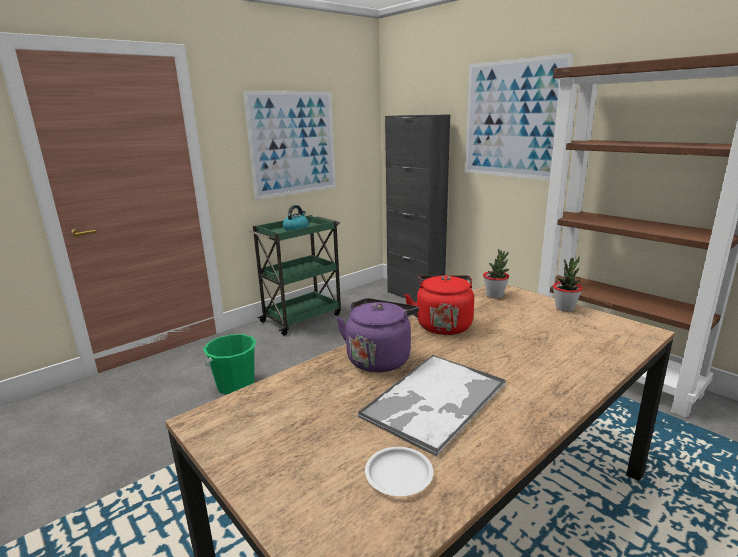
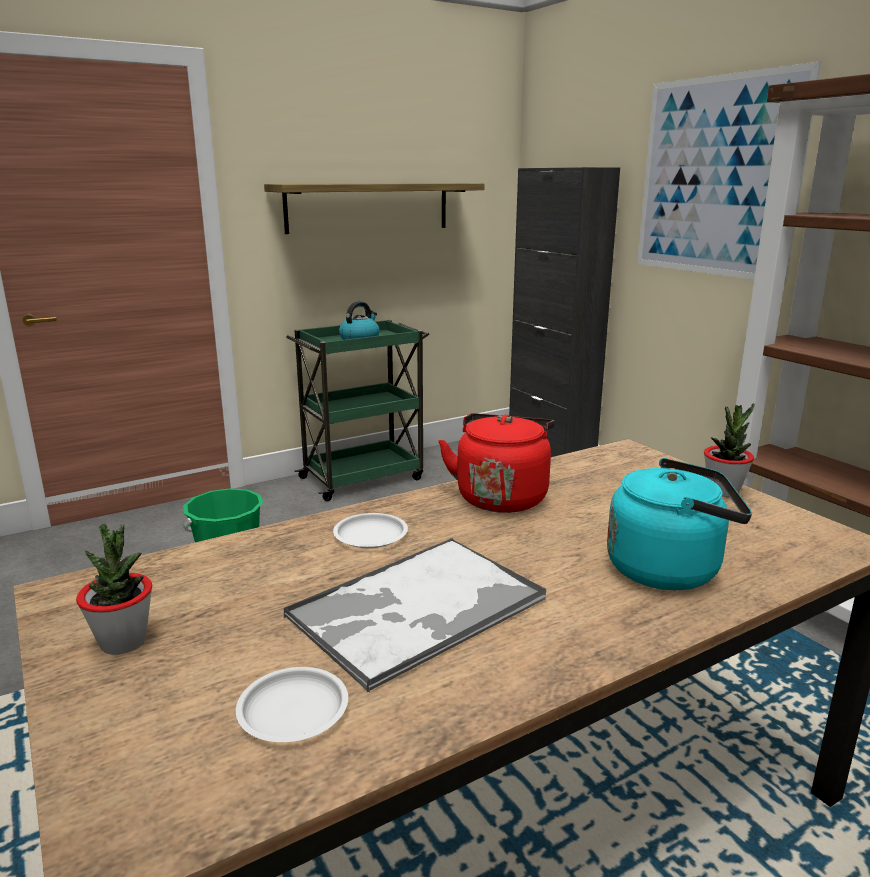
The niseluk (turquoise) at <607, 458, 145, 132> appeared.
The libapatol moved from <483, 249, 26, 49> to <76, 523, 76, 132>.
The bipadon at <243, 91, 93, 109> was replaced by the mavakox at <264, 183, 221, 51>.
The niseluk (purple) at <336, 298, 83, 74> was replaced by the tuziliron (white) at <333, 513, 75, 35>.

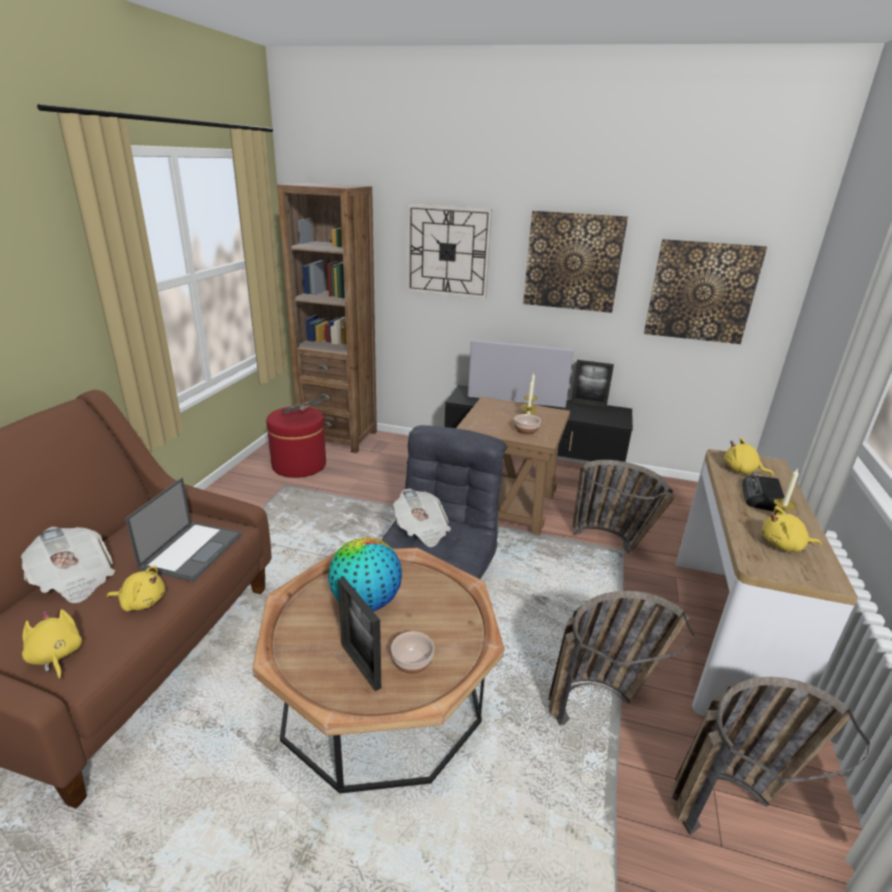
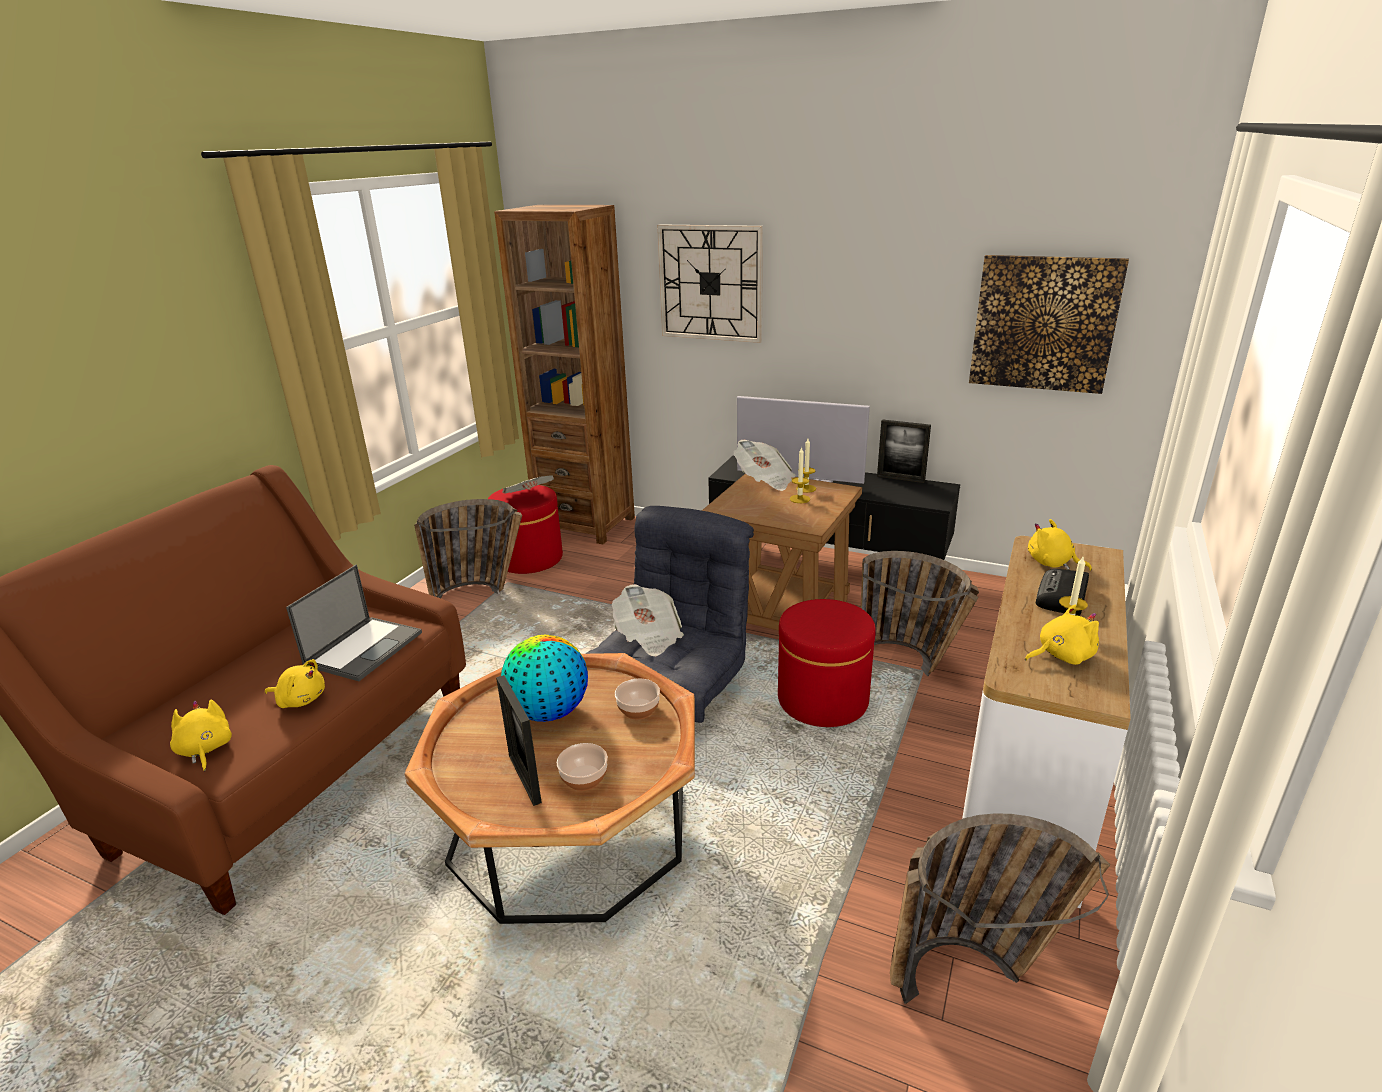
The bipadon at <523, 211, 105, 102> disappeared.
The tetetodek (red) at <778, 599, 98, 128> appeared.
The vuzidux moved from <21, 526, 94, 77> to <734, 440, 62, 51>.
The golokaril moved from <514, 414, 27, 21> to <615, 679, 45, 40>.
The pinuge moved from <548, 591, 147, 134> to <414, 499, 108, 99>.
The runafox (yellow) at <762, 506, 59, 46> turned 150 degrees clockwise.

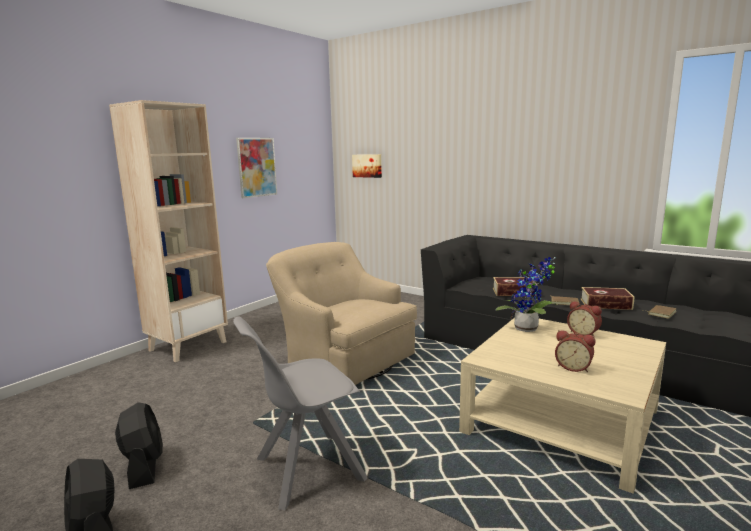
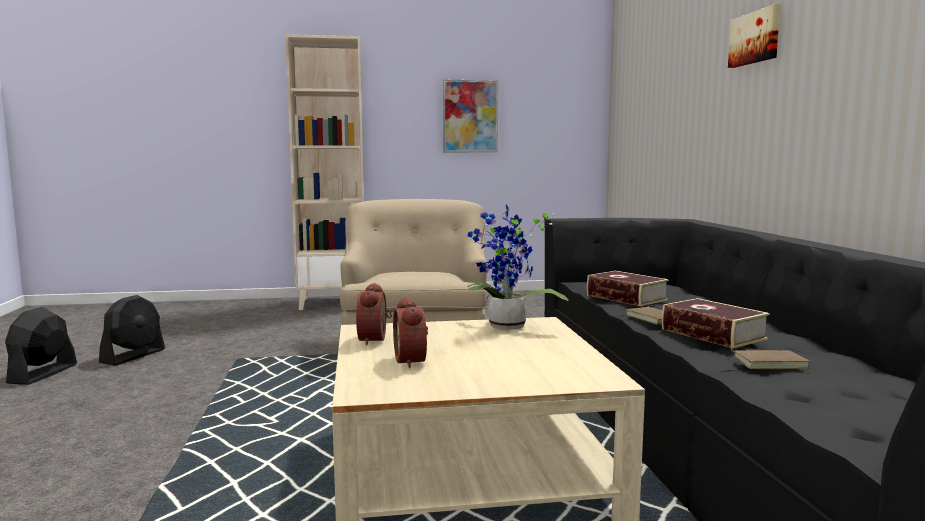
The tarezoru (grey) at <233, 317, 135, 193> disappeared.
The bipadon moved from <352, 154, 30, 24> to <728, 4, 52, 64>.
The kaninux moved from <567, 301, 35, 35> to <356, 283, 36, 62>.

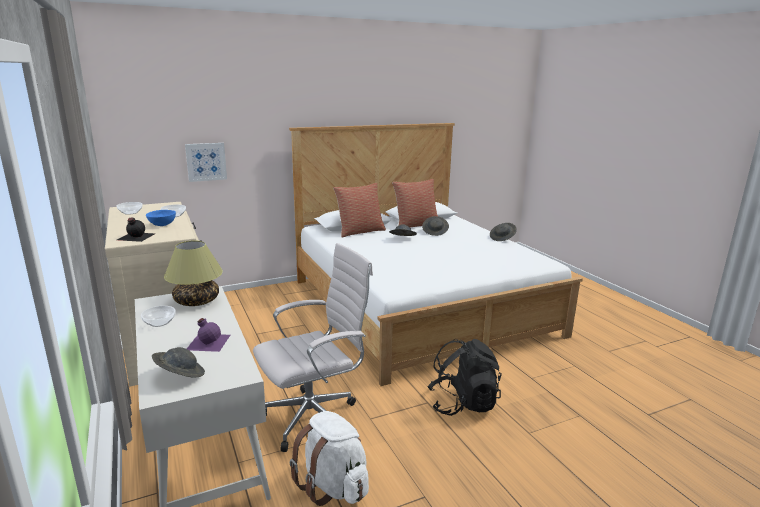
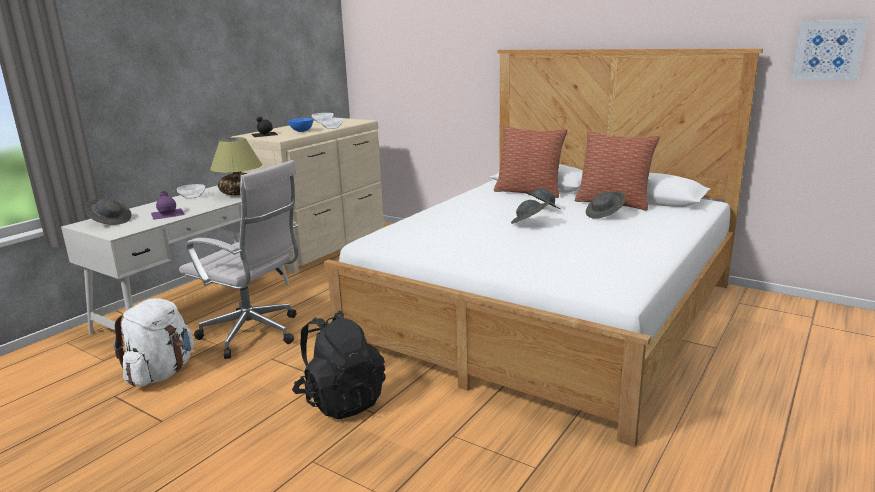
The bipadon moved from <185, 143, 42, 39> to <791, 20, 77, 61>.
The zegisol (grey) moved from <490, 223, 27, 18> to <511, 200, 39, 24>.

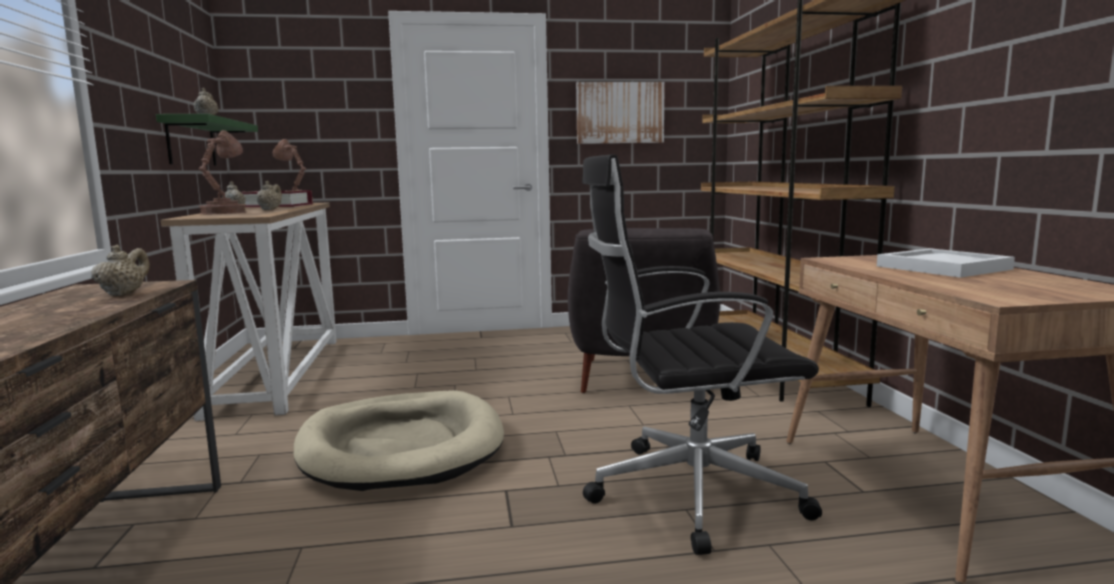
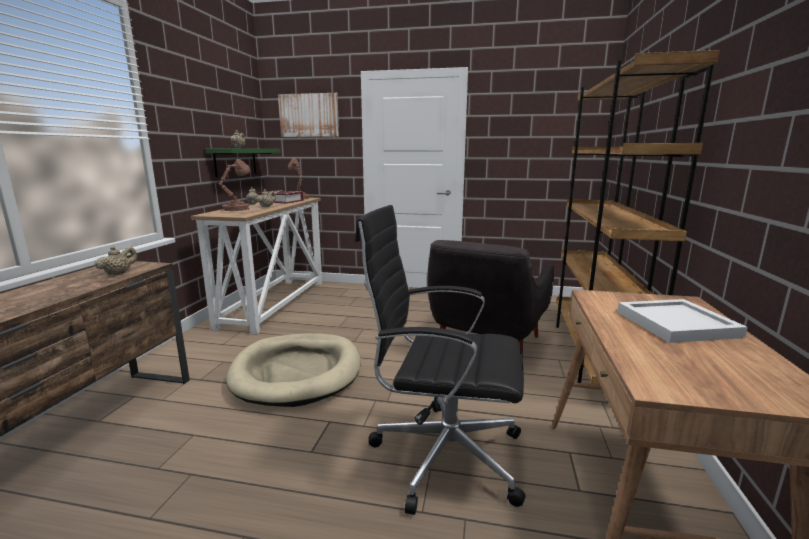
The bipadon moved from <576, 82, 89, 62> to <278, 93, 61, 44>.

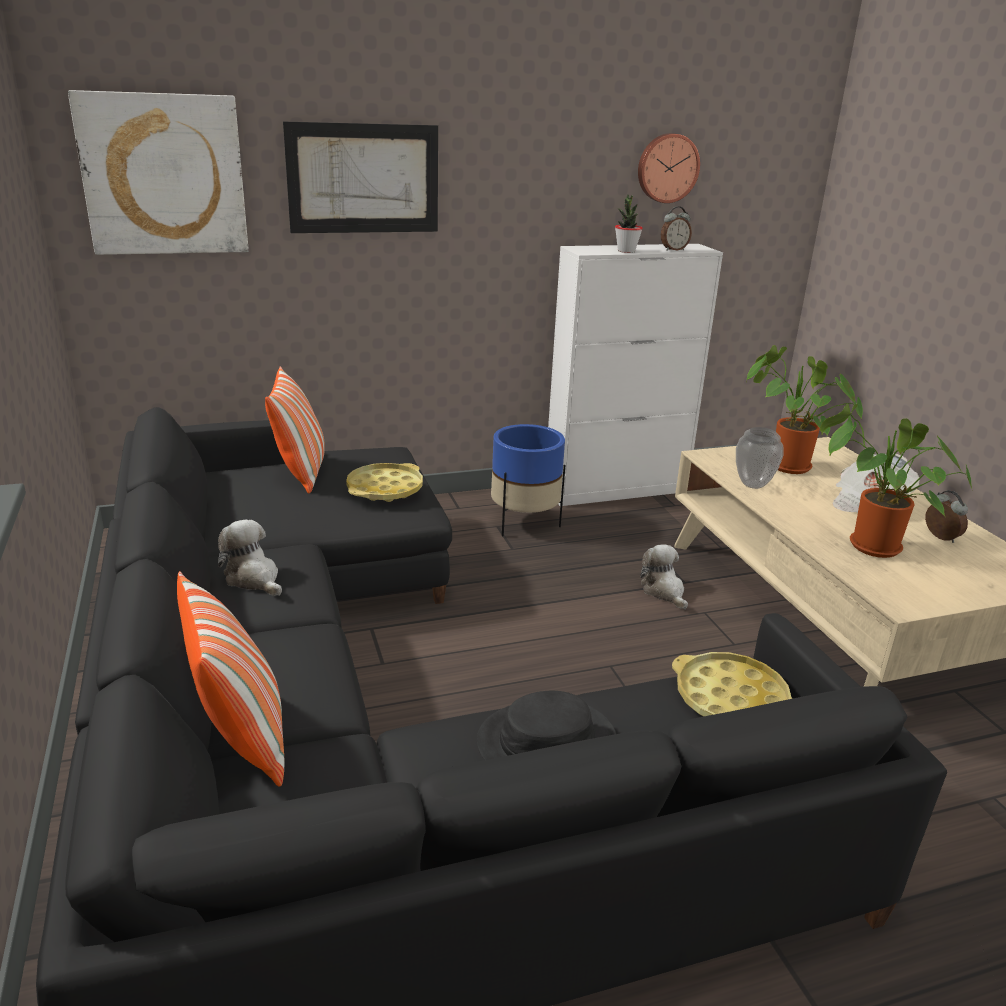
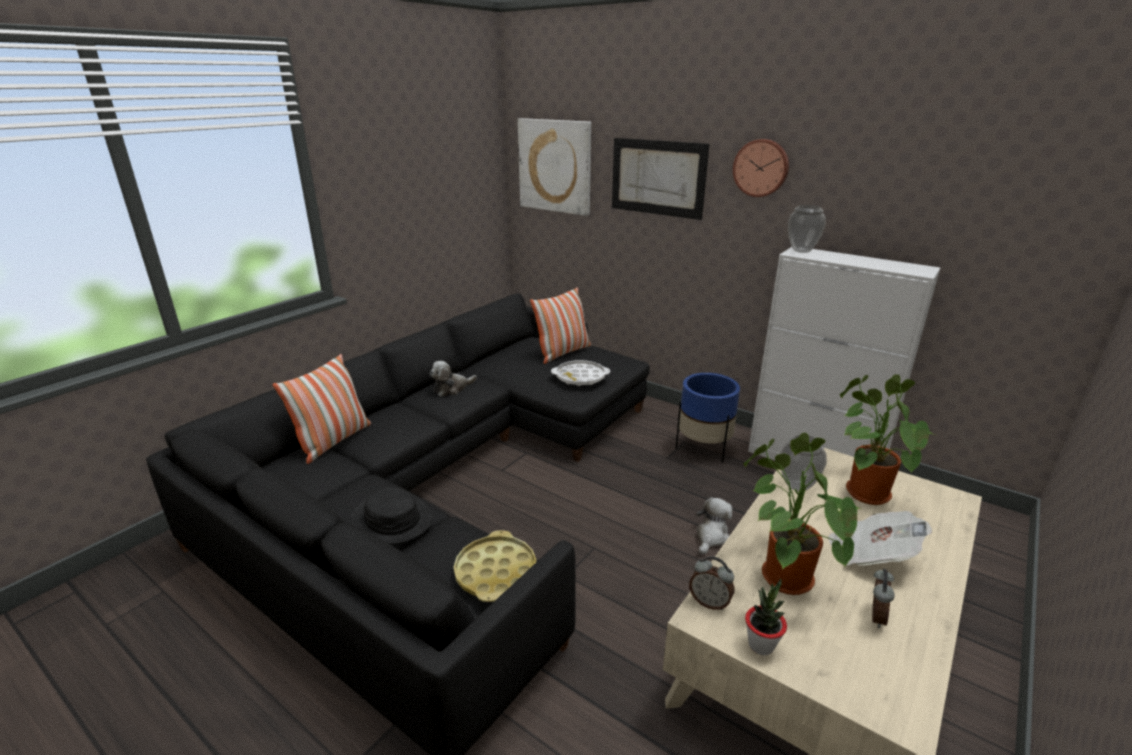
The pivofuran at <788, 205, 38, 48> appeared.
The libapatol moved from <615, 194, 28, 59> to <745, 579, 42, 76>.
The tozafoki moved from <638, 133, 62, 70> to <733, 139, 56, 58>.
The kaninux moved from <661, 206, 31, 45> to <689, 556, 45, 54>.
The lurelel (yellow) at <346, 463, 77, 39> became the lurelel (white) at <551, 360, 59, 26>.
The runafox at <218, 520, 64, 76> turned 135 degrees counterclockwise.

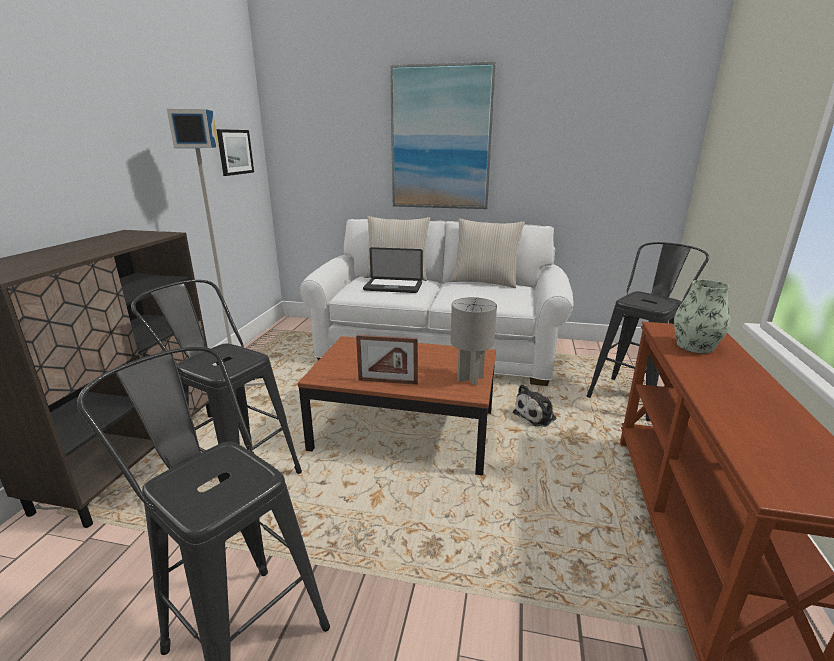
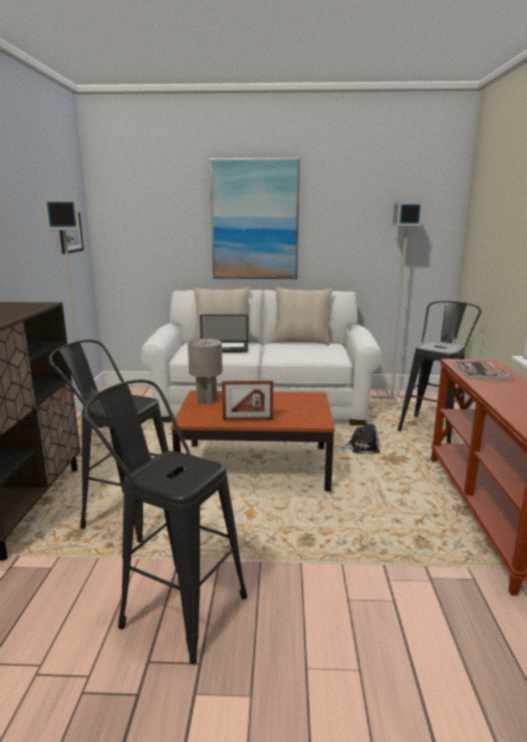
The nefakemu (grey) at <371, 202, 52, 203> appeared.
The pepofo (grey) moved from <451, 297, 46, 88> to <188, 339, 35, 66>.
The pivofuran at <674, 280, 57, 73> was replaced by the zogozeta at <454, 362, 59, 18>.
The runafox at <513, 384, 43, 43> turned 135 degrees counterclockwise.

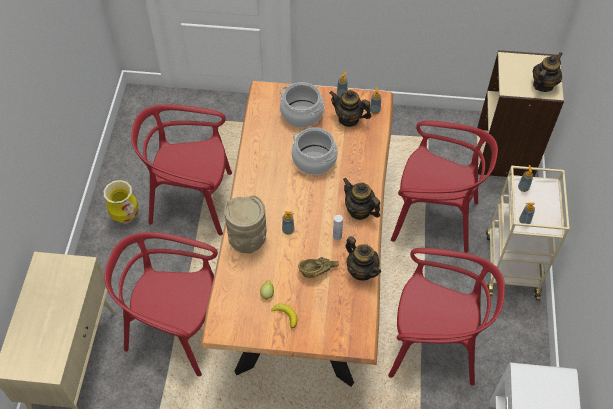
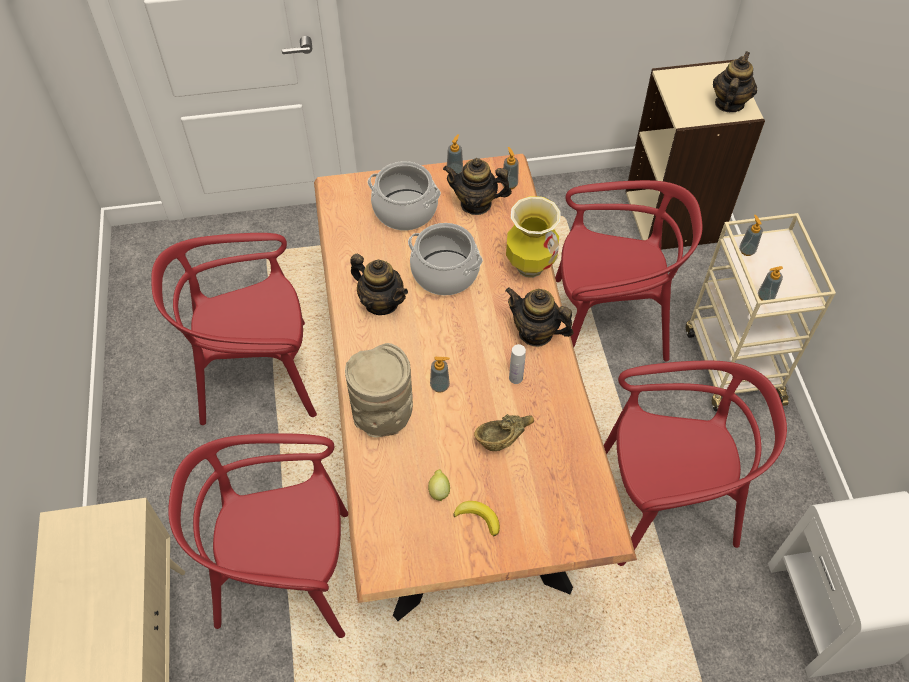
The pivofuran moved from <104, 180, 35, 44> to <506, 196, 55, 82>.
The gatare moved from <346, 236, 35, 45> to <350, 254, 58, 61>.

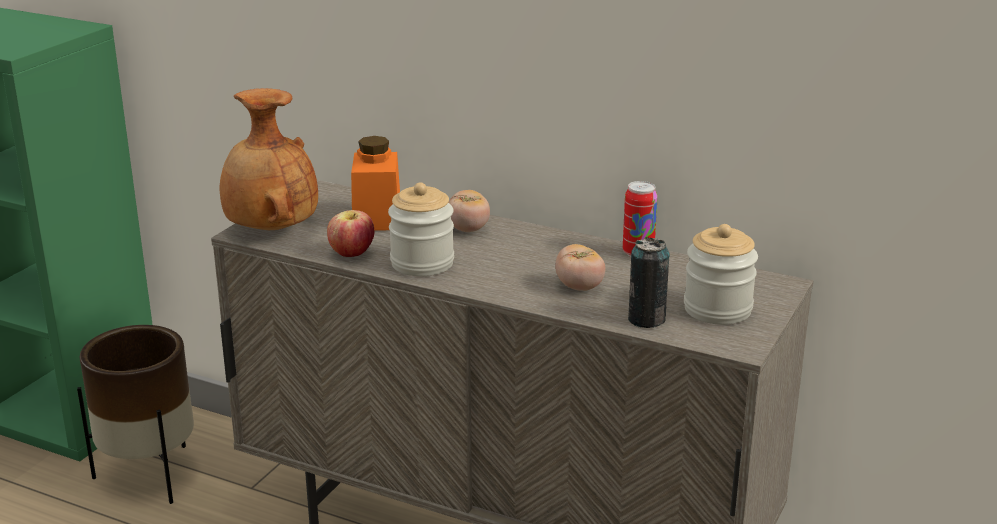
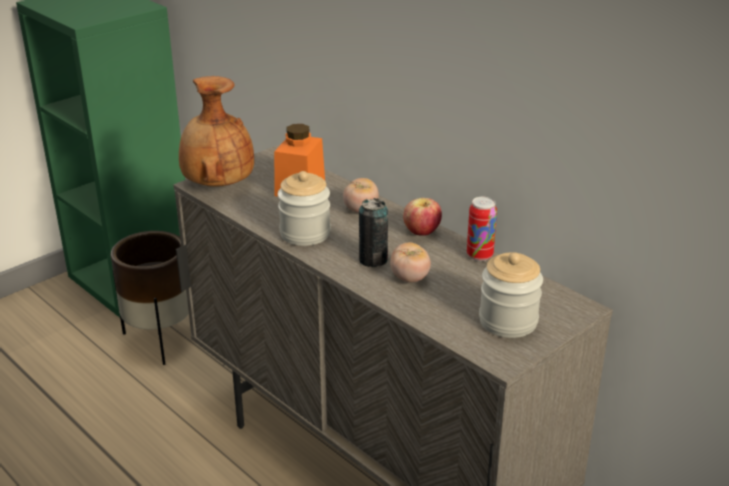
The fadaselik moved from <327, 210, 47, 47> to <403, 198, 39, 38>.
The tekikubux moved from <628, 237, 42, 91> to <359, 198, 29, 69>.

